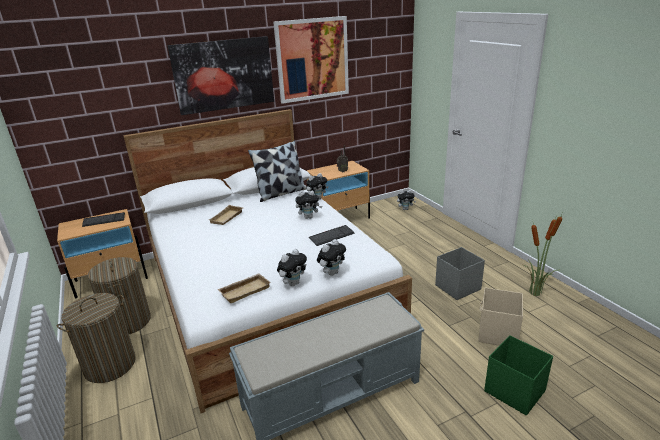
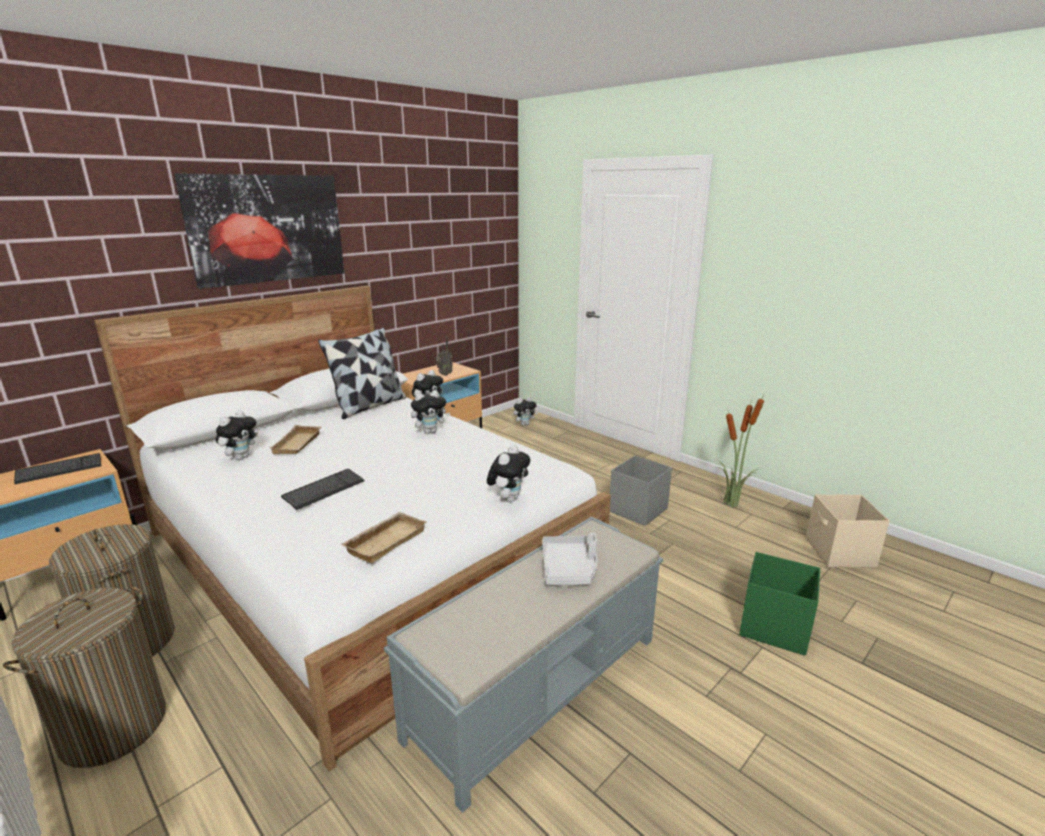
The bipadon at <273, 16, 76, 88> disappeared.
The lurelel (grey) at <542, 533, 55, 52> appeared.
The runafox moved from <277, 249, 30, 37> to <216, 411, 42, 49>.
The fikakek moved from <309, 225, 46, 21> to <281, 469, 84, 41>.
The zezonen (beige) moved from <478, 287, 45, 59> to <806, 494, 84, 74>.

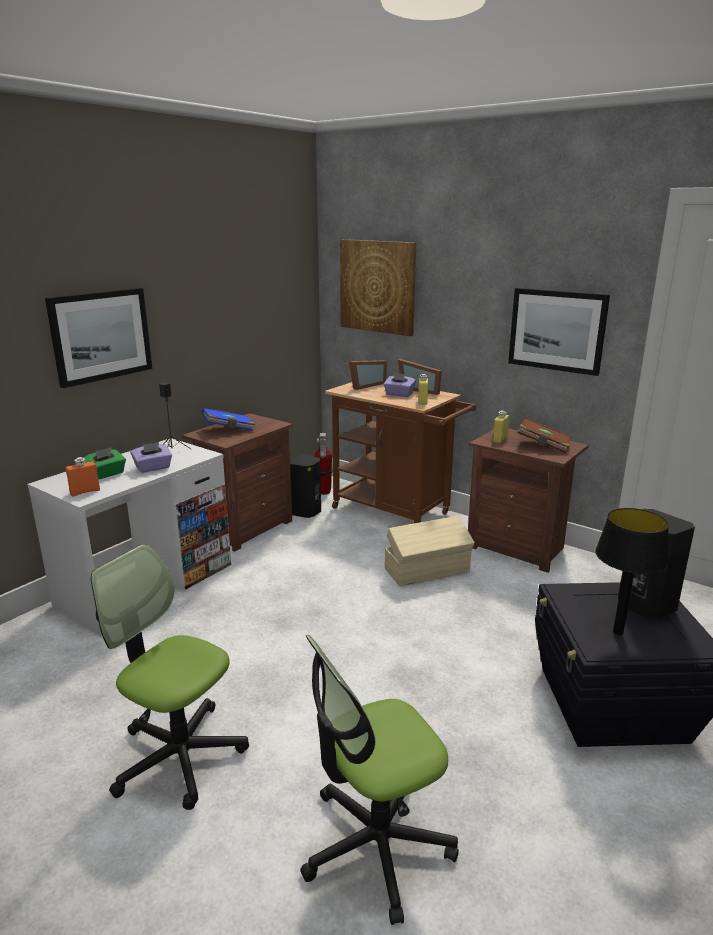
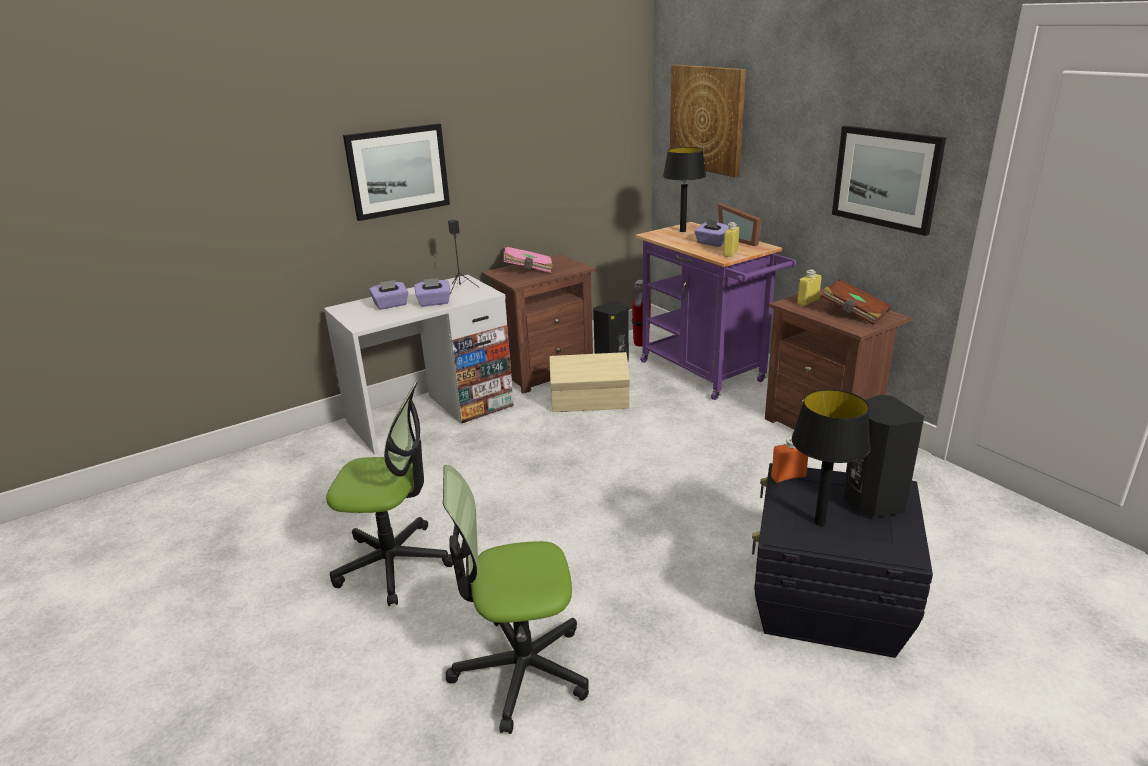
The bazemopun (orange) moved from <66, 457, 34, 40> to <771, 437, 37, 46>.
The zezonen (beige) moved from <385, 516, 90, 70> to <550, 352, 80, 60>.
The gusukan at <349, 360, 38, 30> was replaced by the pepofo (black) at <663, 147, 43, 85>.
The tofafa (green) at <83, 447, 43, 33> became the tofafa (purple) at <369, 280, 39, 30>.
The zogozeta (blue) at <201, 408, 55, 23> became the zogozeta (pink) at <504, 246, 49, 27>.
The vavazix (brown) at <325, 382, 151, 142> became the vavazix (purple) at <635, 222, 162, 178>.
The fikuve at <91, 544, 158, 266> turned 135 degrees clockwise.

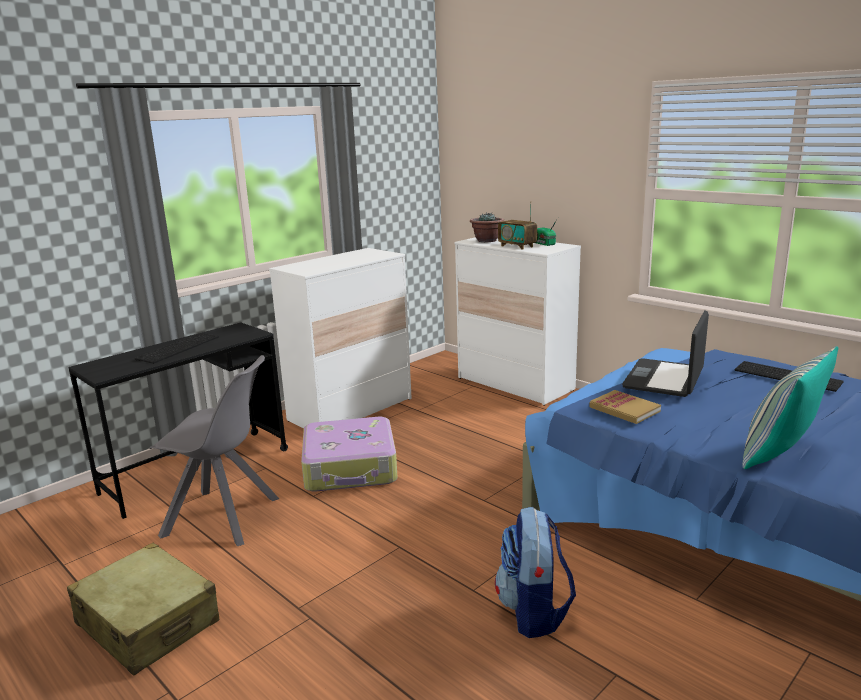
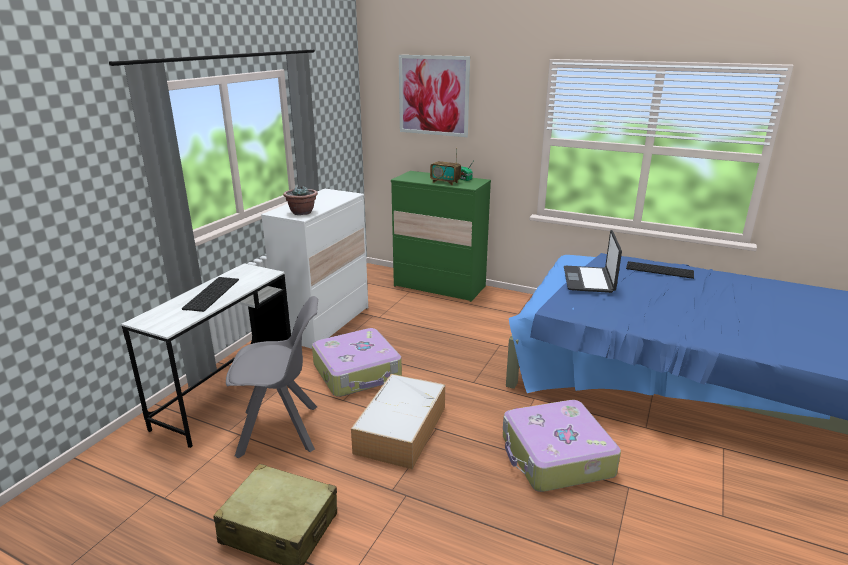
The zogozeta at <589, 390, 72, 34> disappeared.
The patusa at <742, 346, 96, 123> disappeared.
The zezonen at <351, 374, 94, 95> appeared.
The bipadon at <399, 55, 71, 82> appeared.
The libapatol moved from <470, 212, 34, 30> to <283, 185, 35, 30>.
The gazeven at <495, 507, 81, 131> was replaced by the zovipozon at <503, 400, 118, 92>.
The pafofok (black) at <68, 323, 220, 196> became the pafofok (white) at <122, 263, 169, 185>.
The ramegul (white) at <454, 237, 127, 169> became the ramegul (green) at <391, 171, 100, 131>.

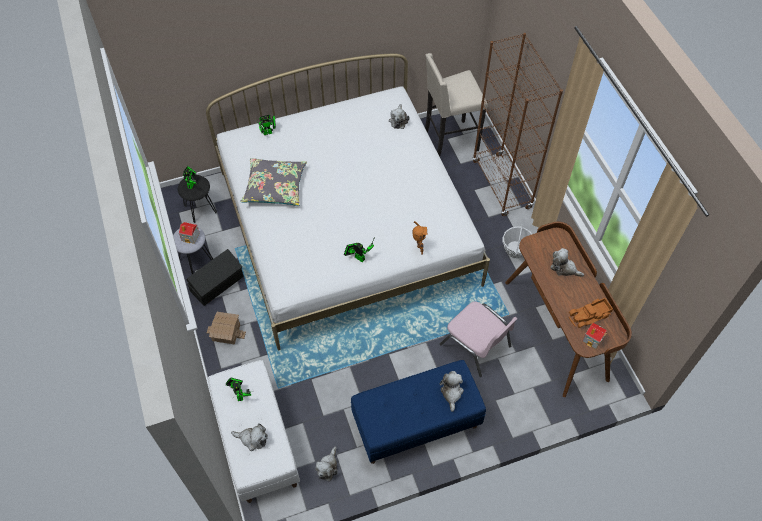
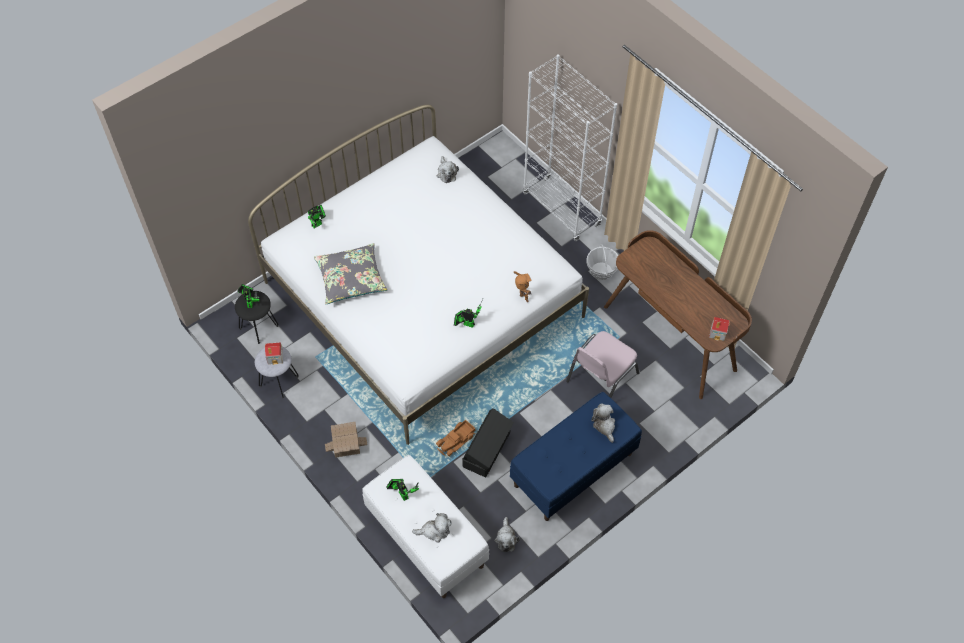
The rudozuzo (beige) at <425, 53, 62, 104> disappeared.
The runafox at <551, 248, 33, 29> disappeared.
The zezonen (black) moved from <187, 249, 57, 57> to <462, 408, 52, 69>.
The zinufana moved from <569, 298, 44, 30> to <436, 419, 39, 37>.
The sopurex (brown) at <472, 33, 91, 183> became the sopurex (white) at <523, 54, 94, 187>.
The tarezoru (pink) at <440, 301, 78, 76> turned 105 degrees clockwise.

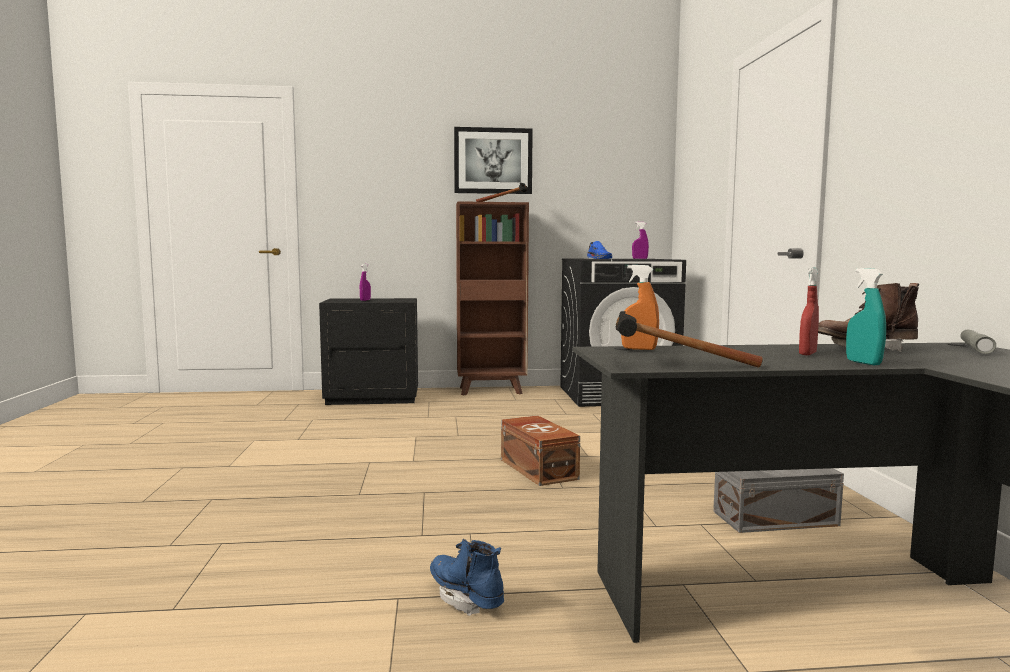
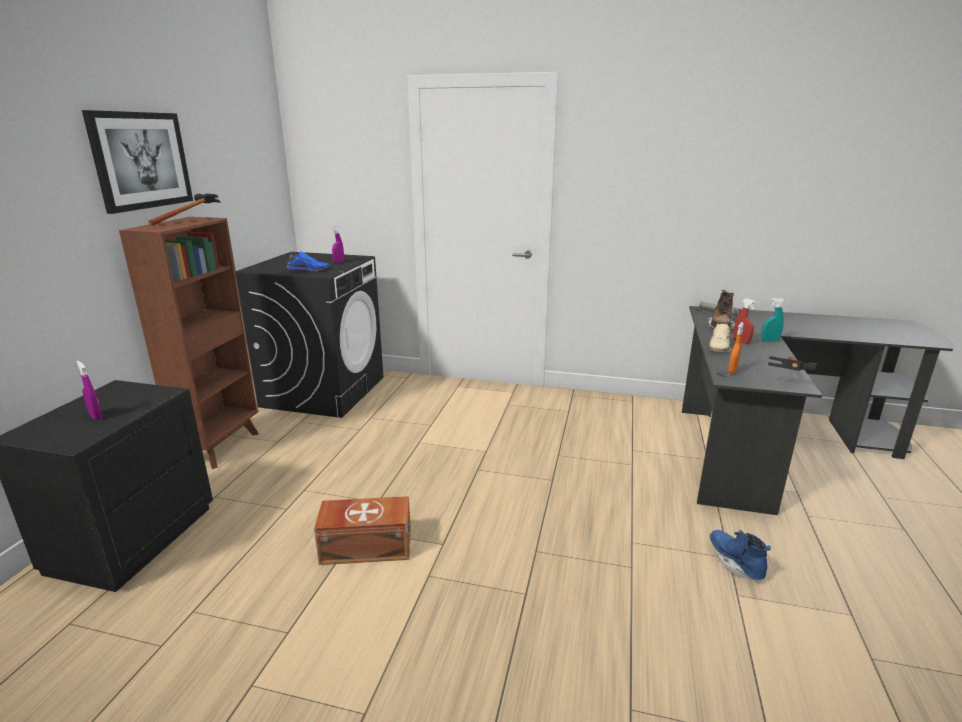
The zezonen (grey) at <713, 468, 131, 65> disappeared.
The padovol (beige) at <709, 322, 22, 30> appeared.
The zezonen (brown) moved from <501, 416, 79, 70> to <314, 496, 97, 69>.
The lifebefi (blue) at <430, 539, 74, 77> turned 90 degrees clockwise.

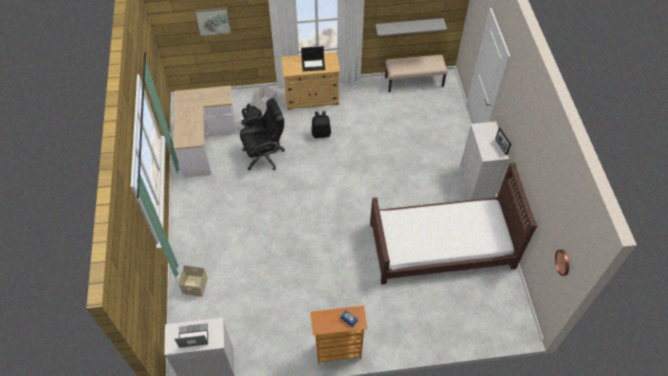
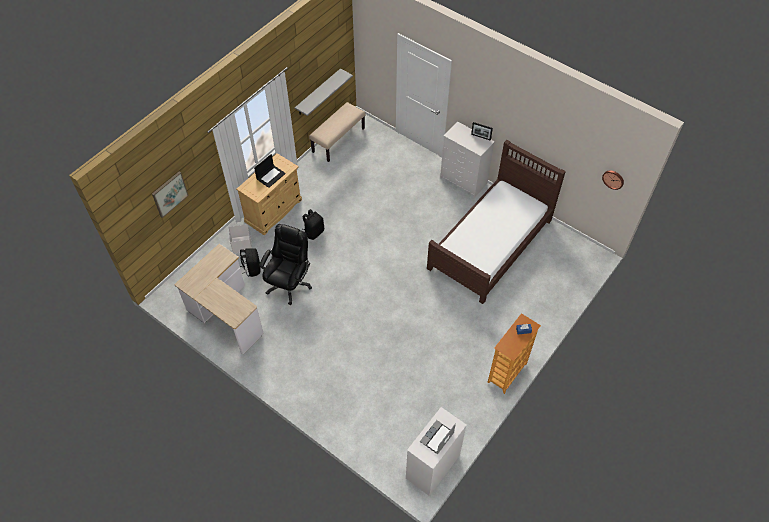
The zezonen (beige) at <178, 265, 30, 32> disappeared.

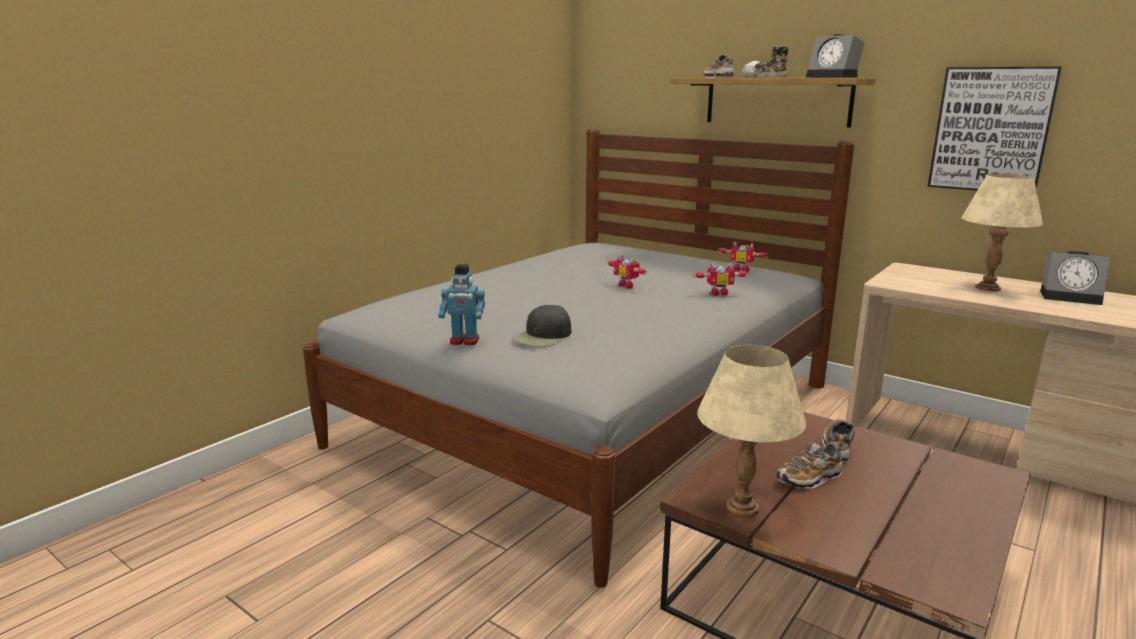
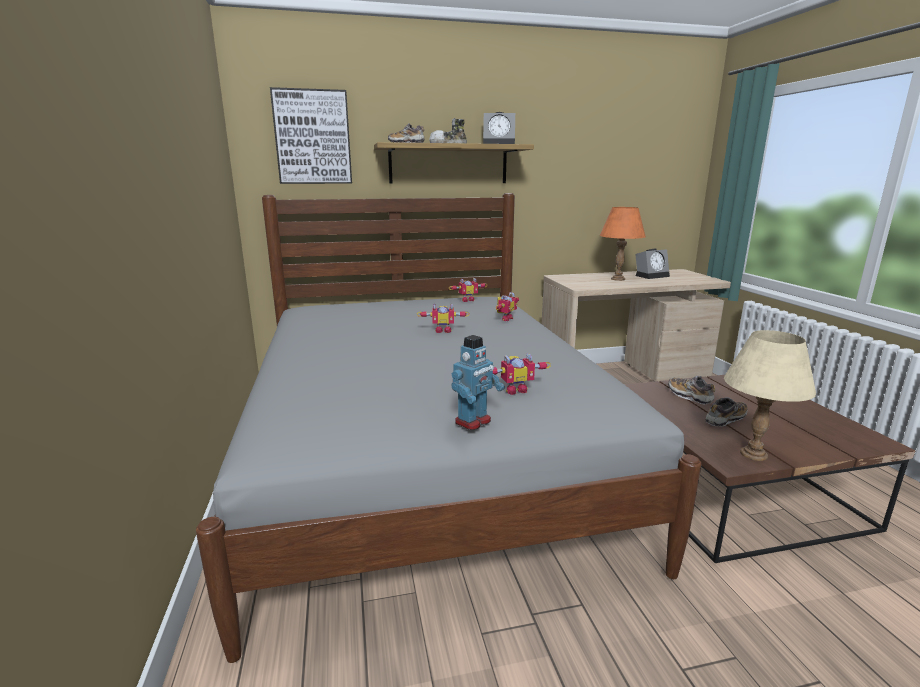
The bipadon moved from <928, 66, 134, 125> to <270, 87, 82, 97>.
The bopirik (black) at <512, 304, 59, 42> was replaced by the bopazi at <493, 353, 58, 42>.
The pepofo (beige) at <961, 173, 82, 118> became the pepofo (orange) at <600, 207, 46, 74>.
The padovol at <777, 442, 65, 47> turned 135 degrees counterclockwise.

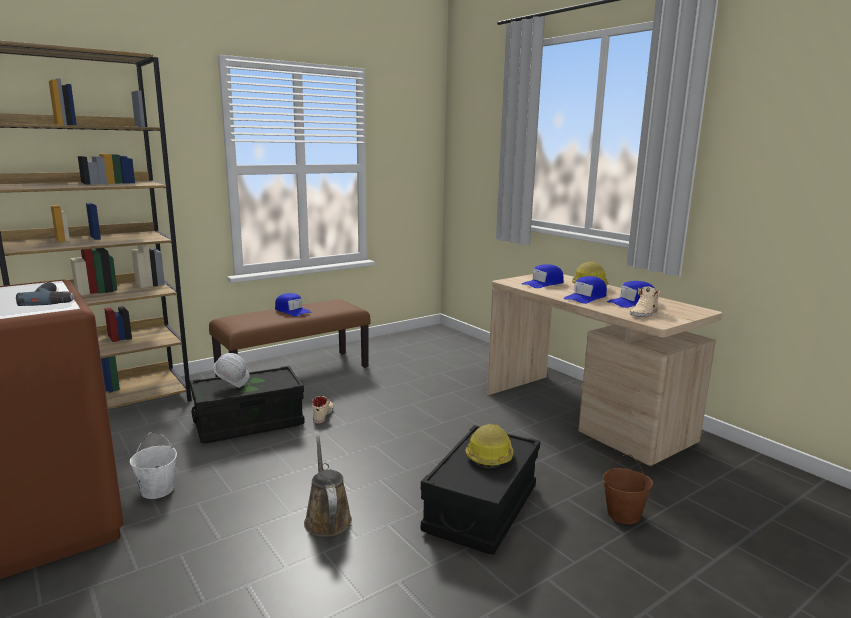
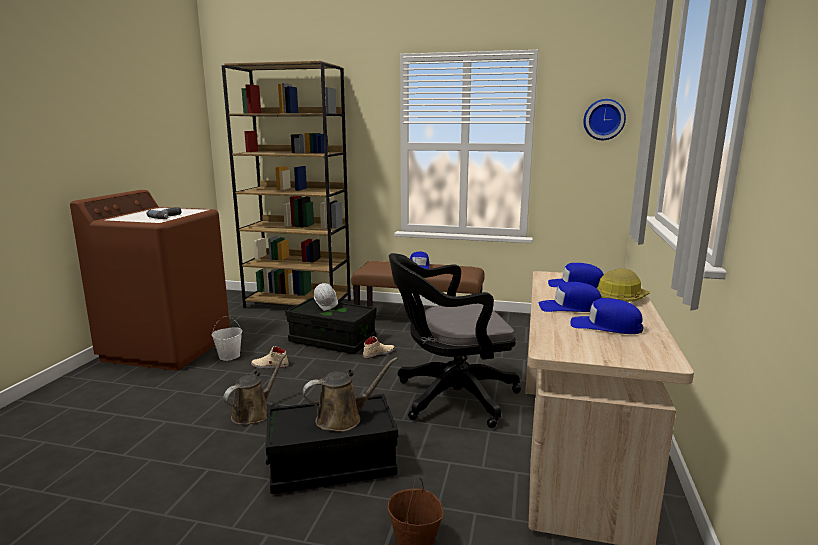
The fikuve (black) at <389, 253, 132, 175> appeared.
The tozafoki at <583, 99, 43, 41> appeared.
The padovol (beige) moved from <630, 286, 30, 31> to <251, 346, 38, 23>.
The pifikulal at <465, 424, 48, 44> was replaced by the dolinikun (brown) at <303, 358, 95, 74>.

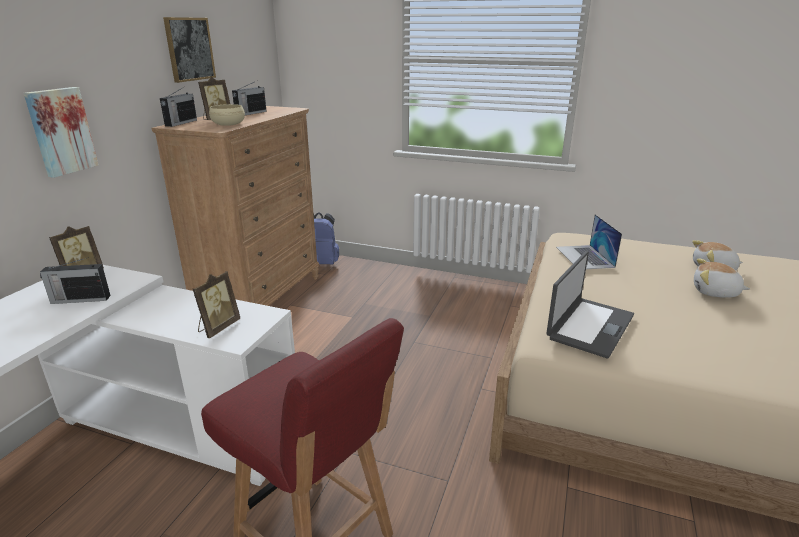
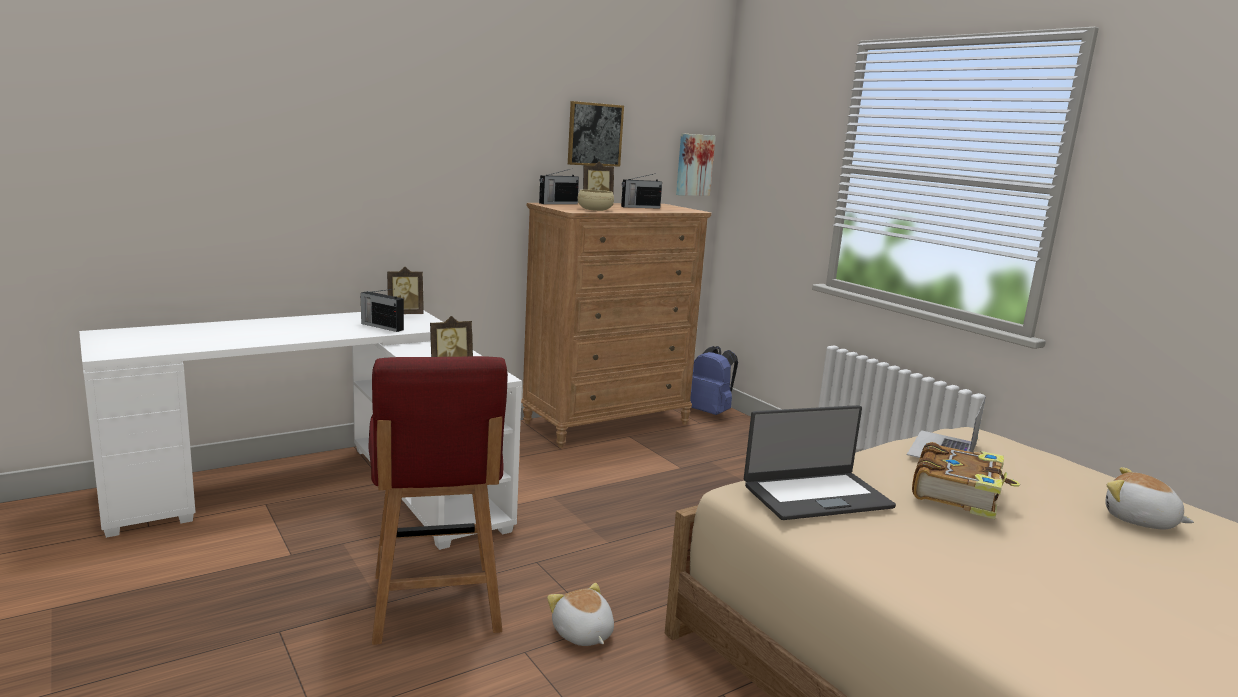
The zogozeta at <912, 442, 108, 77> appeared.
The bipadon moved from <24, 87, 74, 91> to <676, 133, 40, 63>.
The runafox moved from <694, 259, 56, 39> to <547, 583, 67, 63>.

